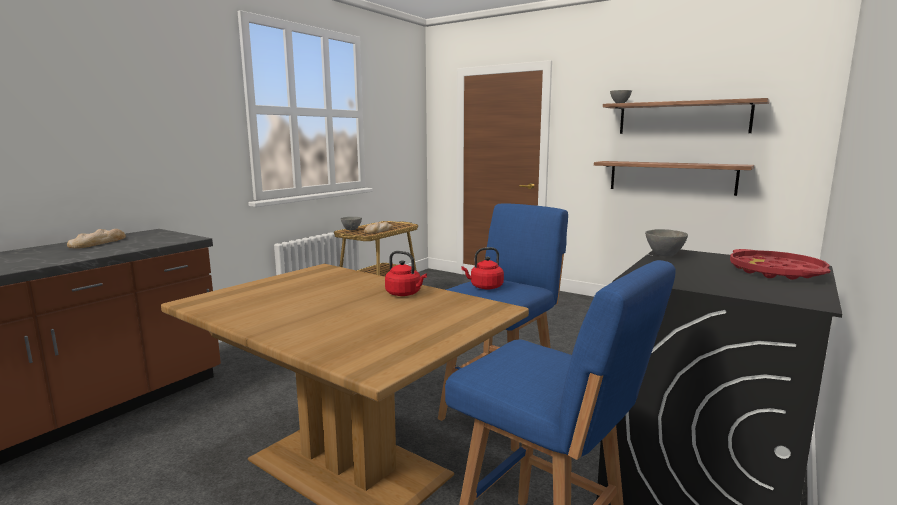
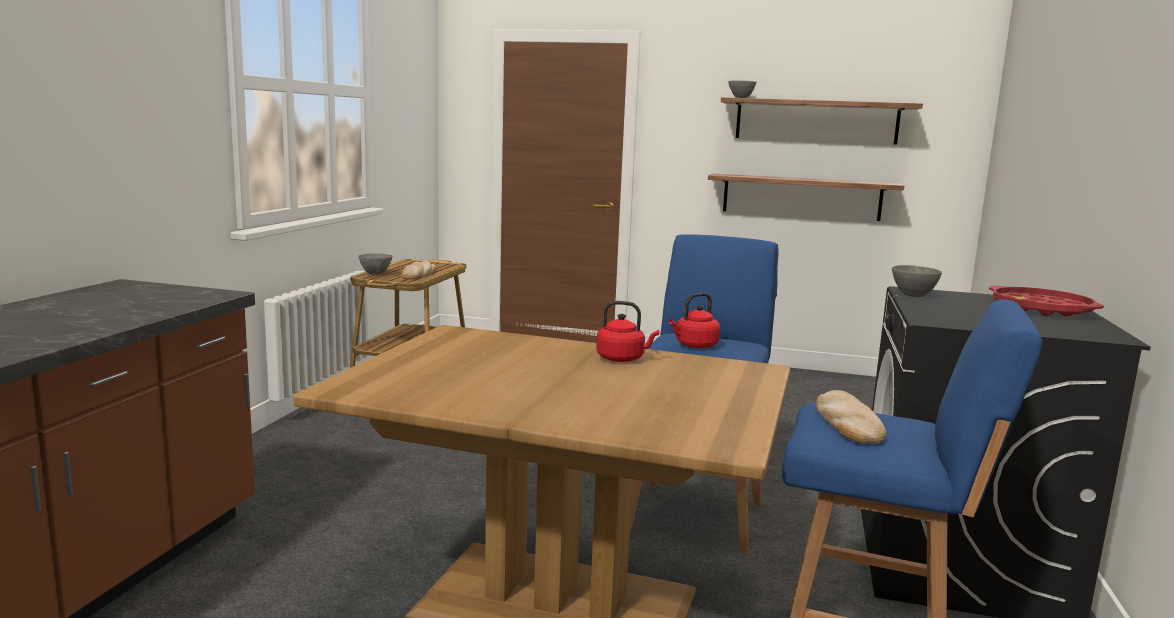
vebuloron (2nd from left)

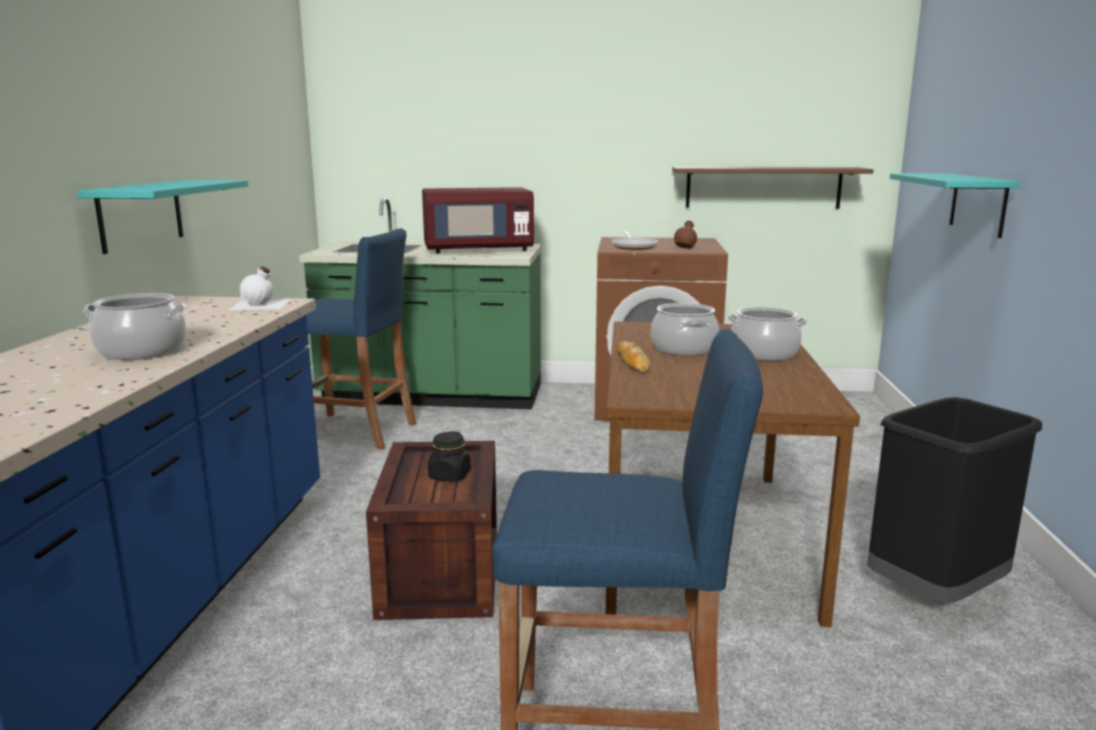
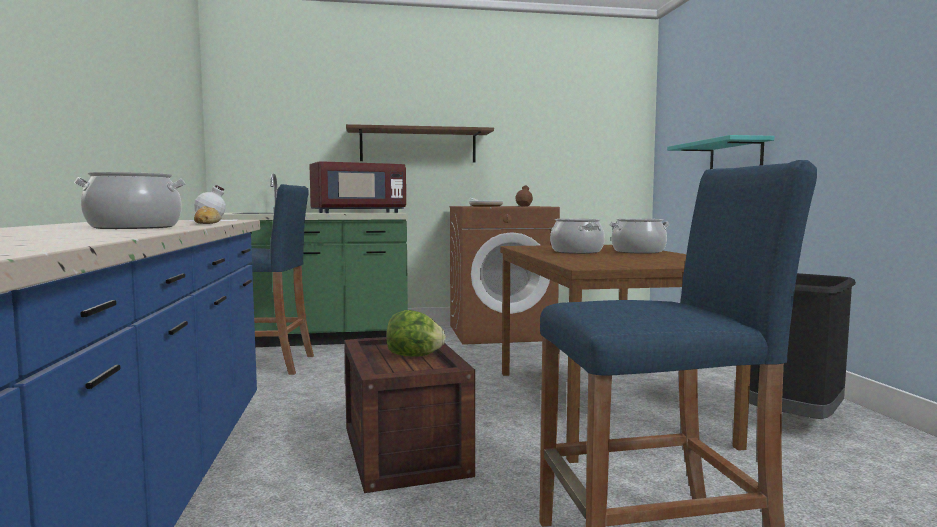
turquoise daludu (1st from left in the first image); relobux; vebuloron; brown daludu

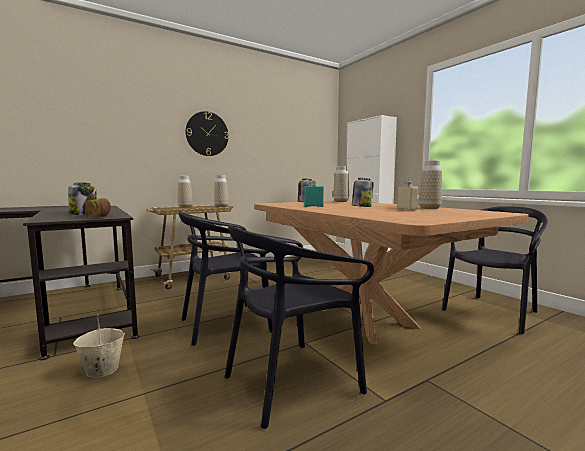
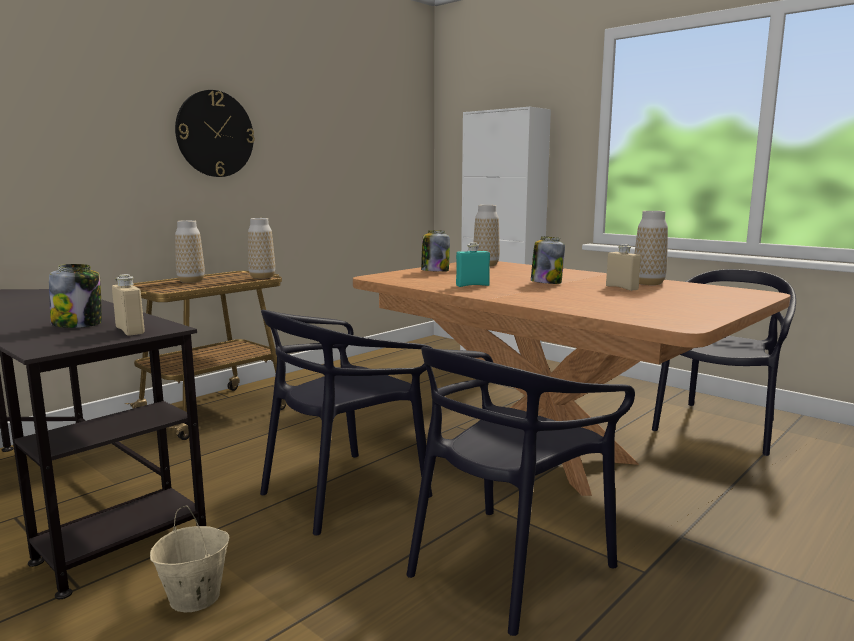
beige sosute (1st from left)

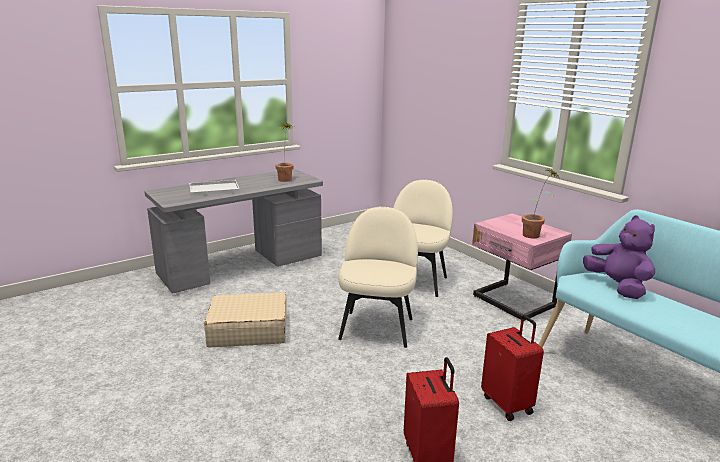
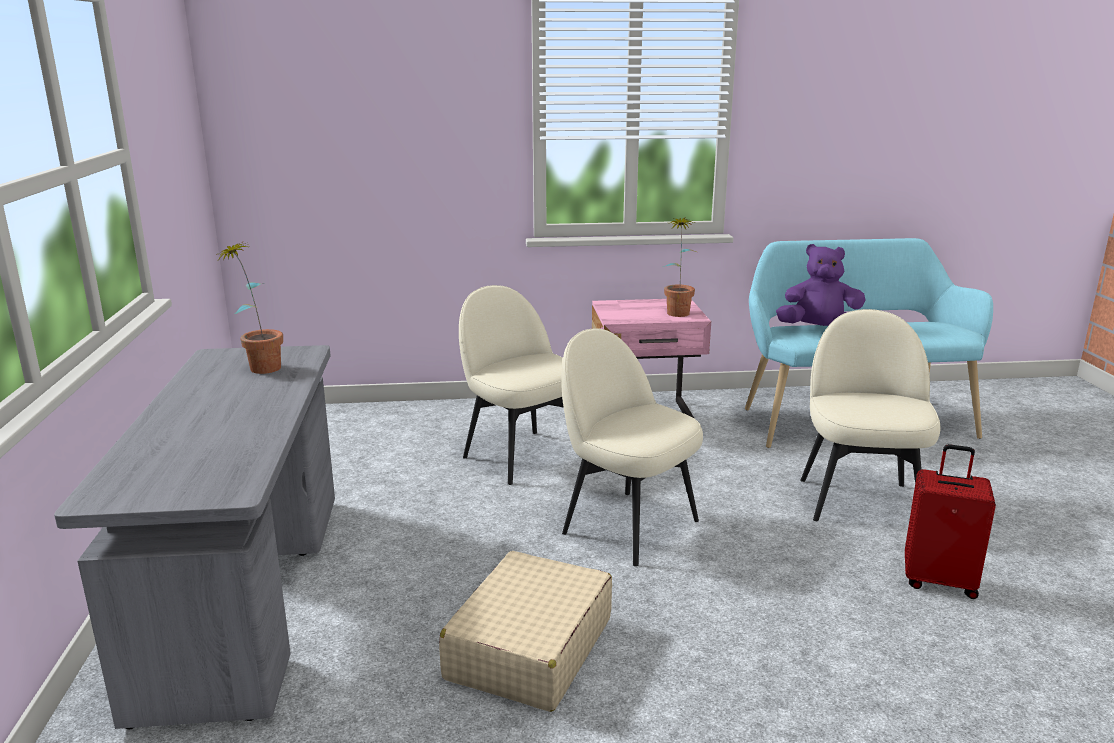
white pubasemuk; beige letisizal (3rd from left)

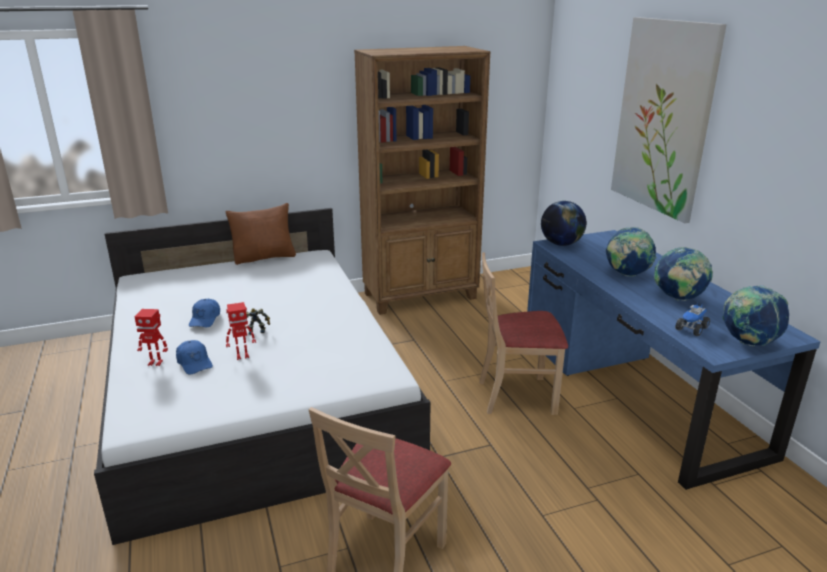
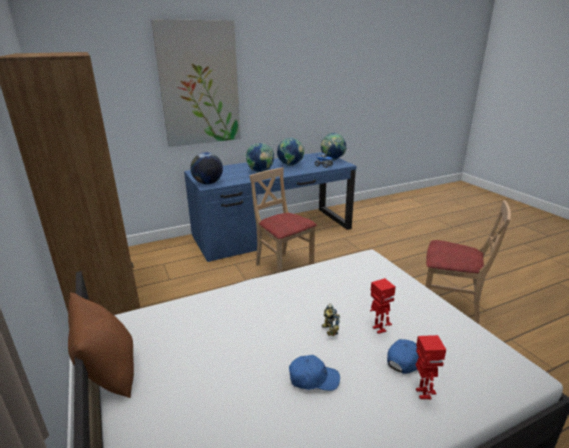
beige letisizal (1st from left)

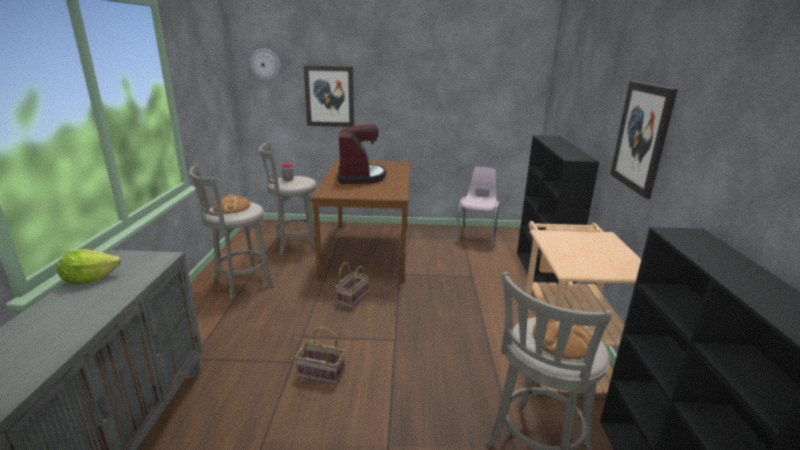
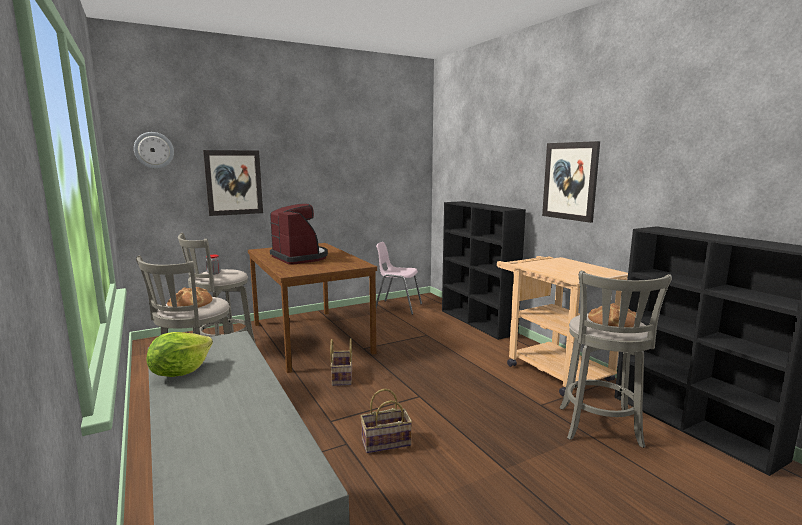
pink letisizal

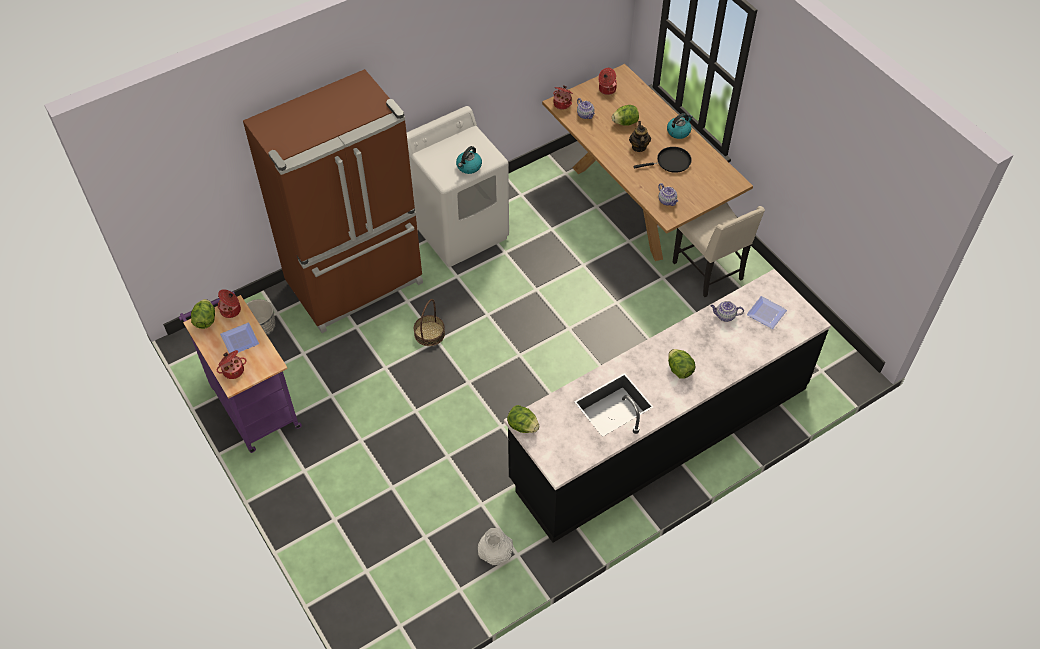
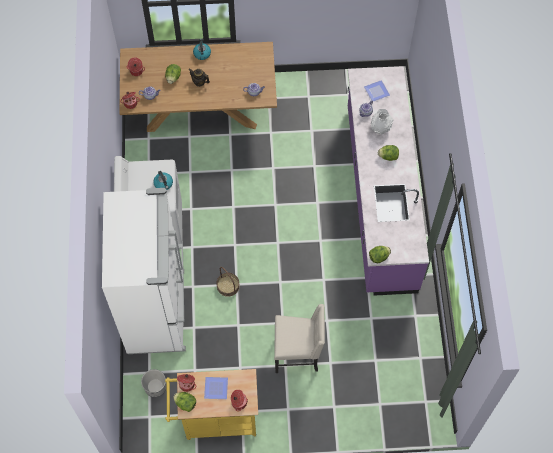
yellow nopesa; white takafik; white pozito; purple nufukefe; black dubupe; beige letisizal

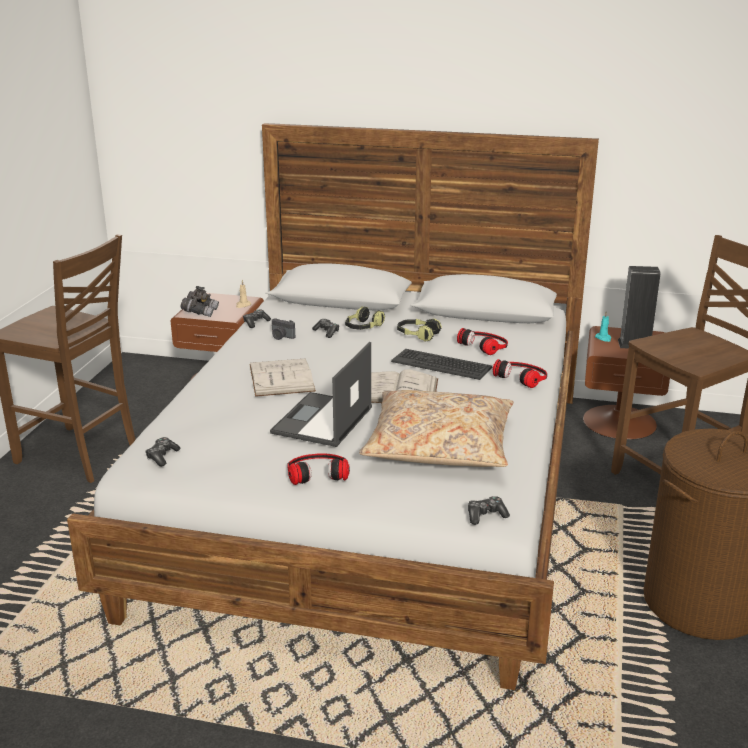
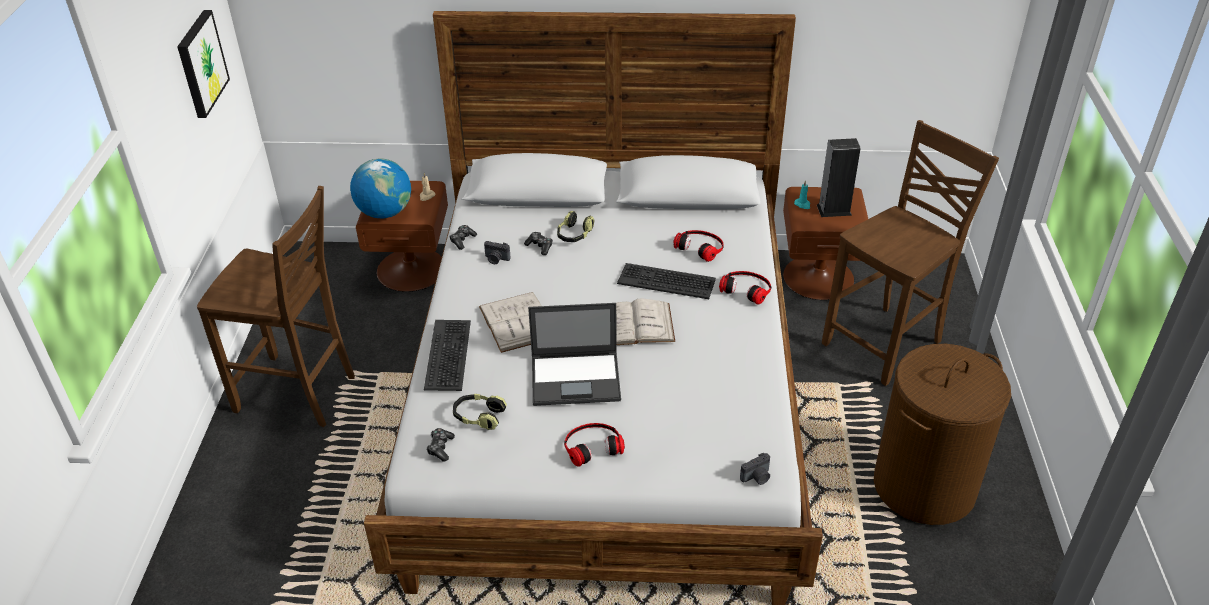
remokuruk; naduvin; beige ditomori; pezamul (1st from left); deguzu (2nd from left); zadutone; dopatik (1st from left)

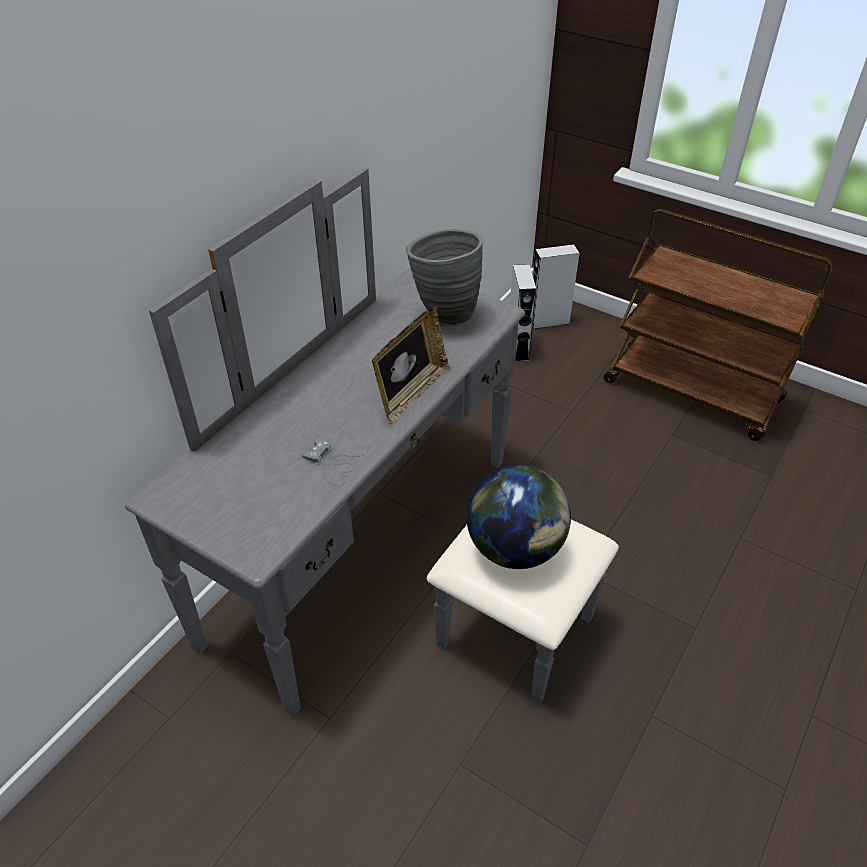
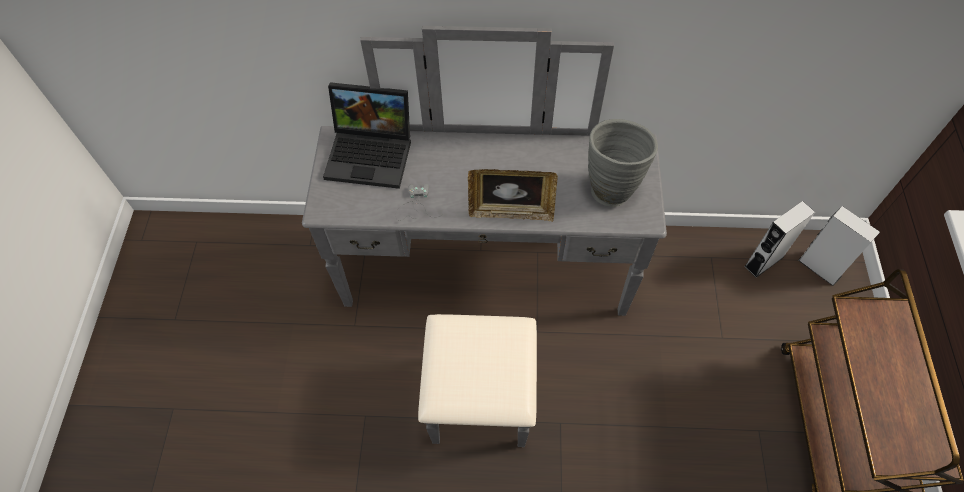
remokuruk; naduvin

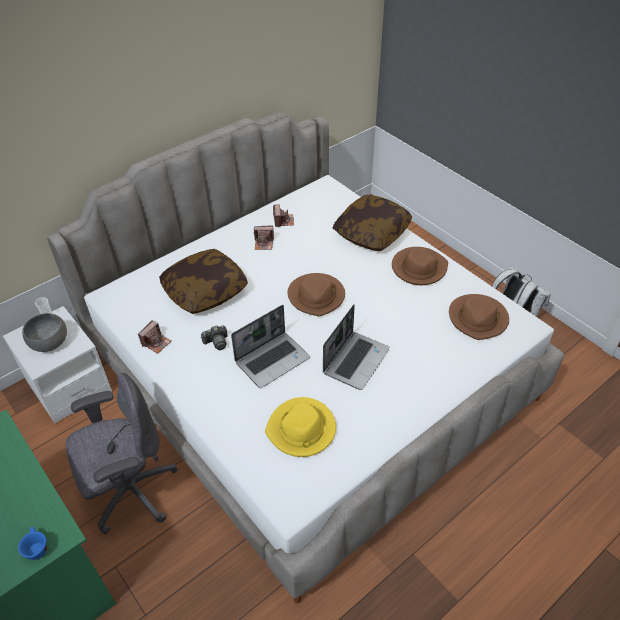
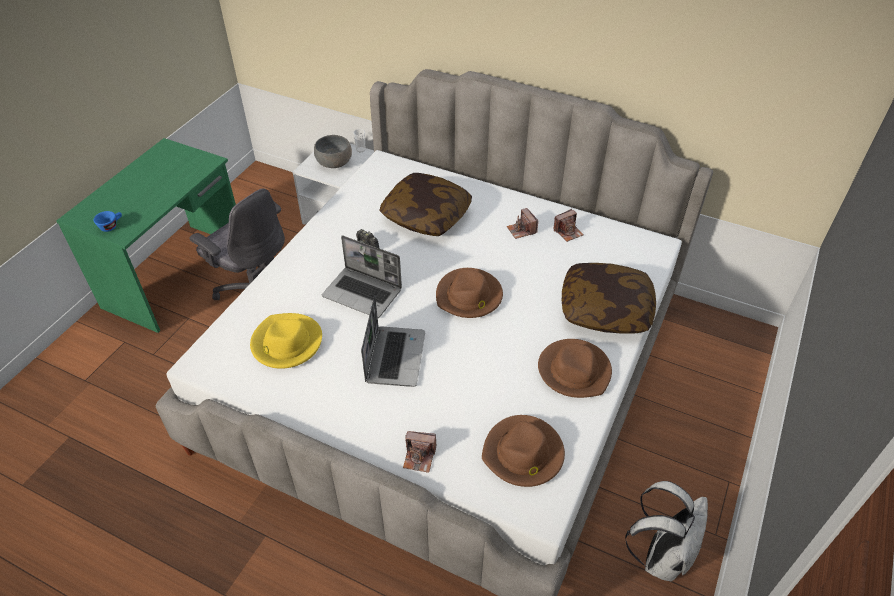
deguzu (2nd from left); naduvin (2nd from left)

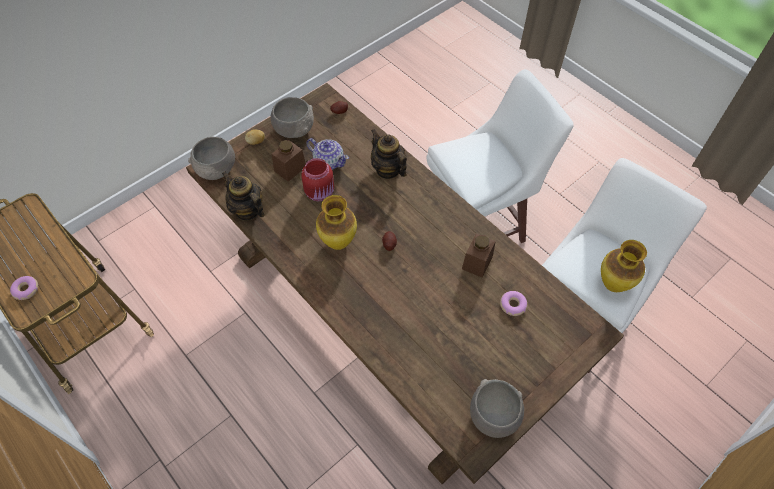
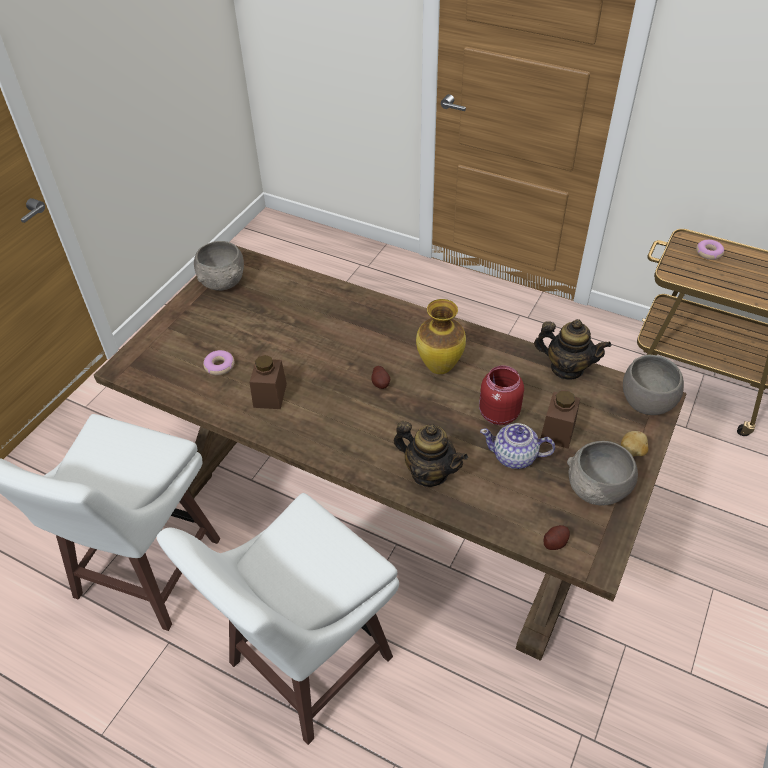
pozito (2nd from left in the first image)

